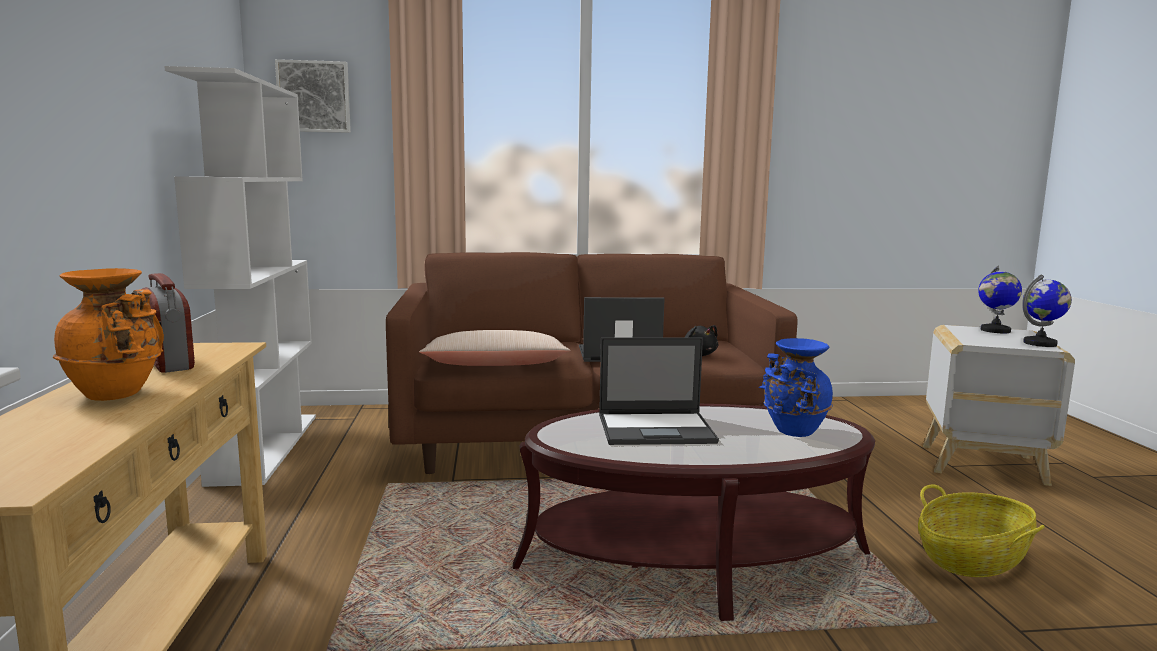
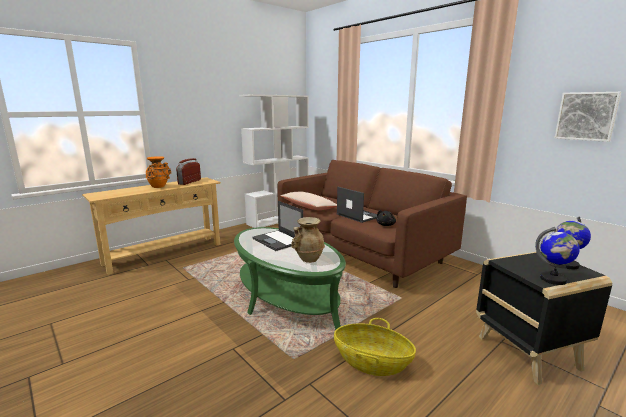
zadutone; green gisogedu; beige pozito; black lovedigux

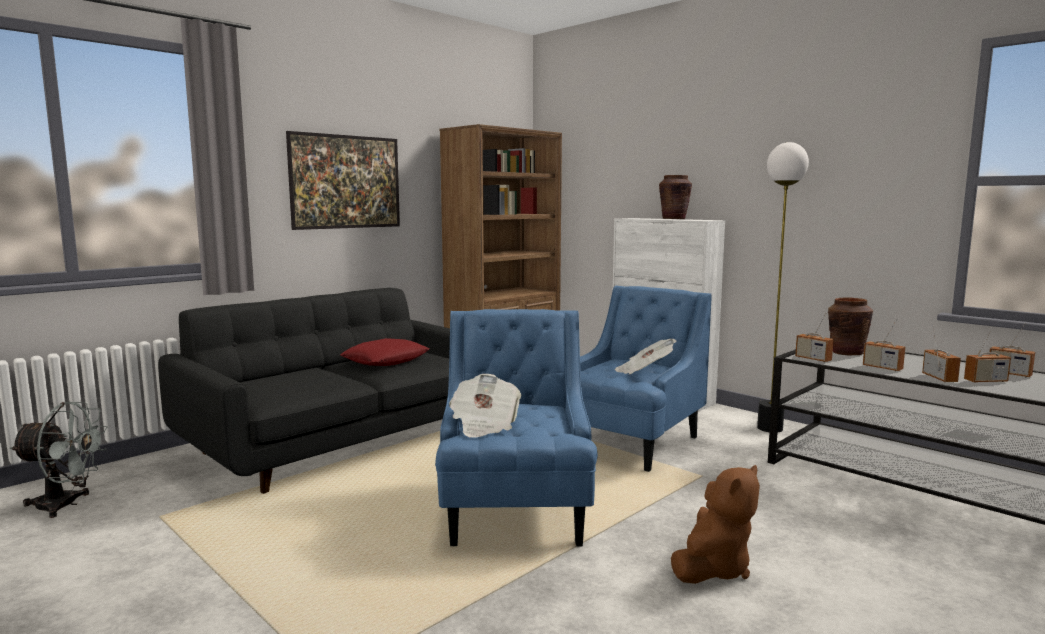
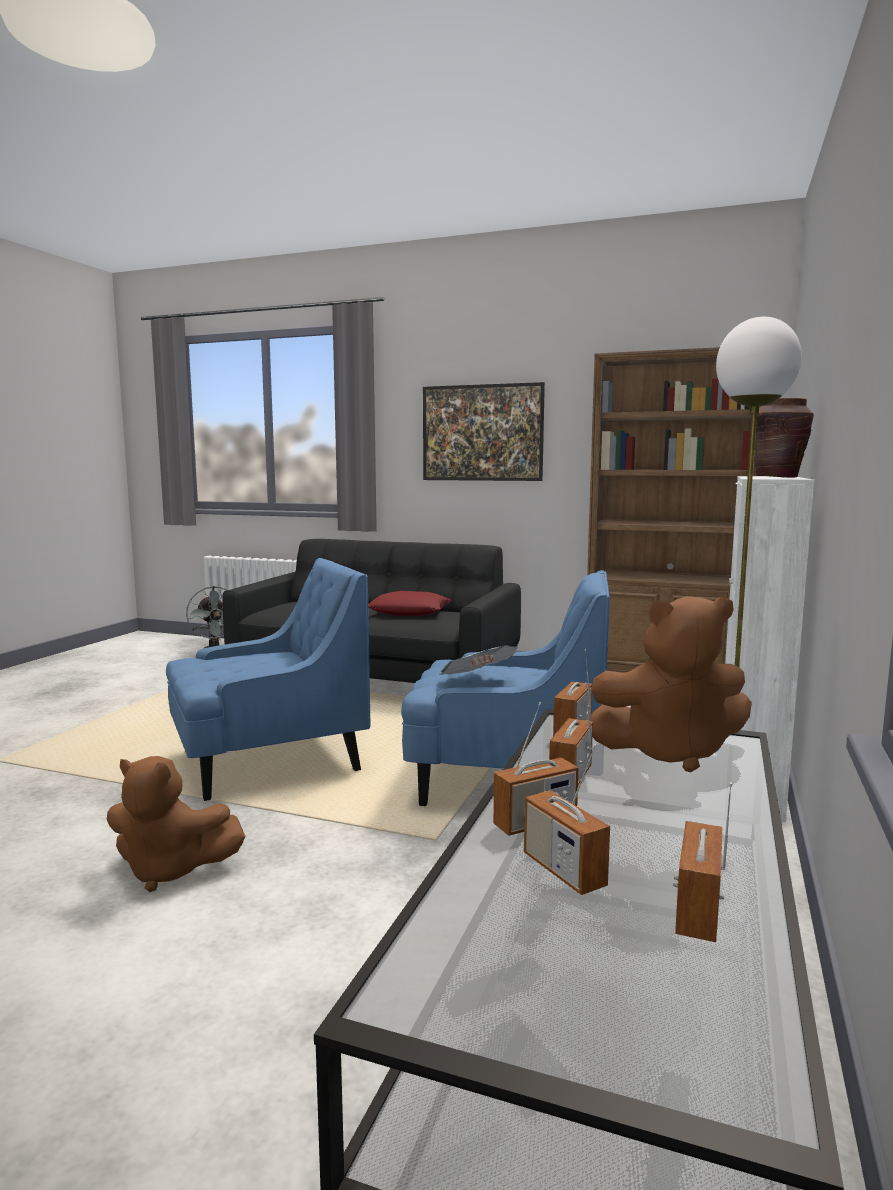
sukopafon (1st from left in the first image); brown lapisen (2nd from left)

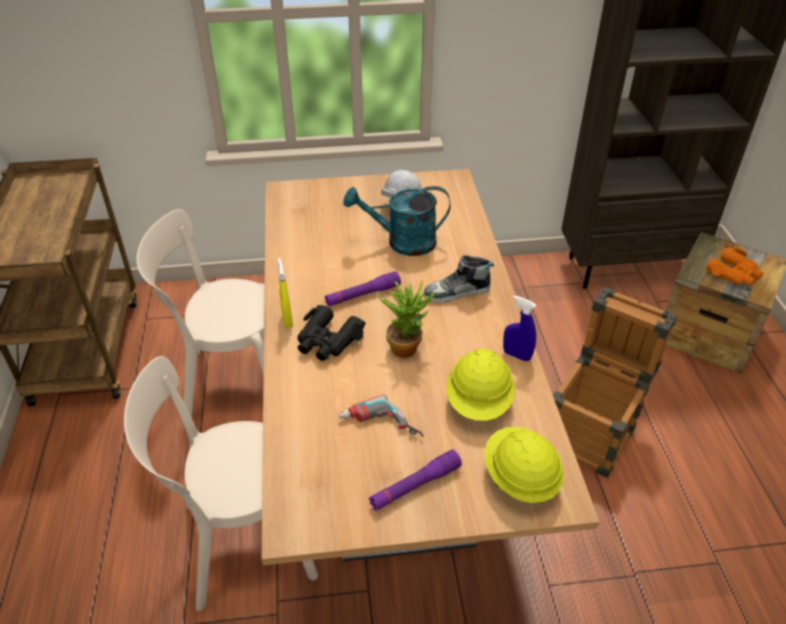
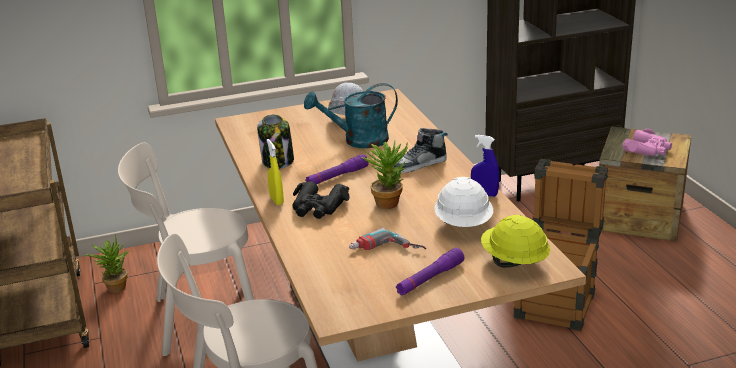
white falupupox (2nd from left); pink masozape; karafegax (1st from left); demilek

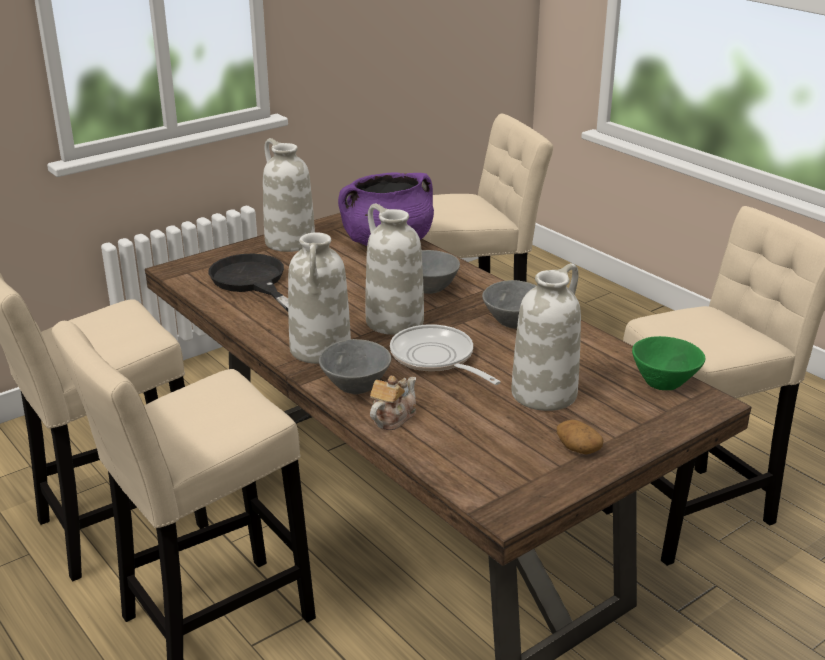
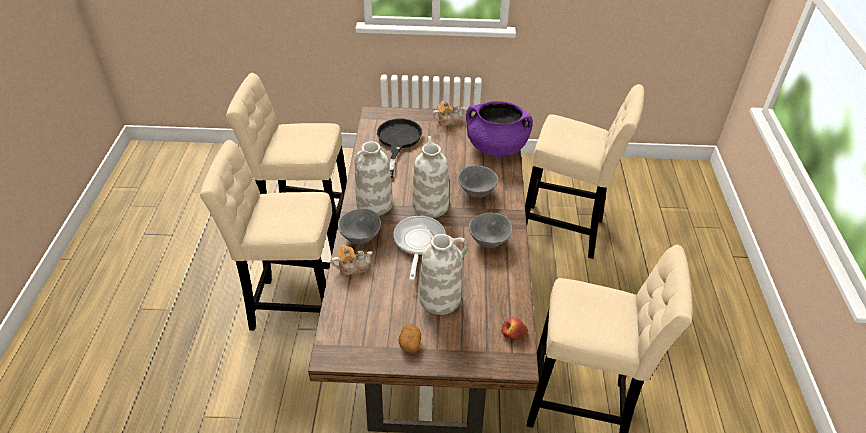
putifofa (2nd from left); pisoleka

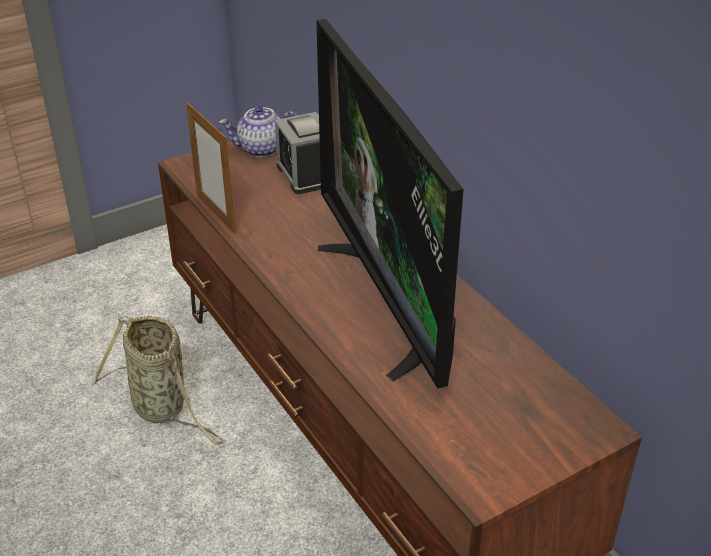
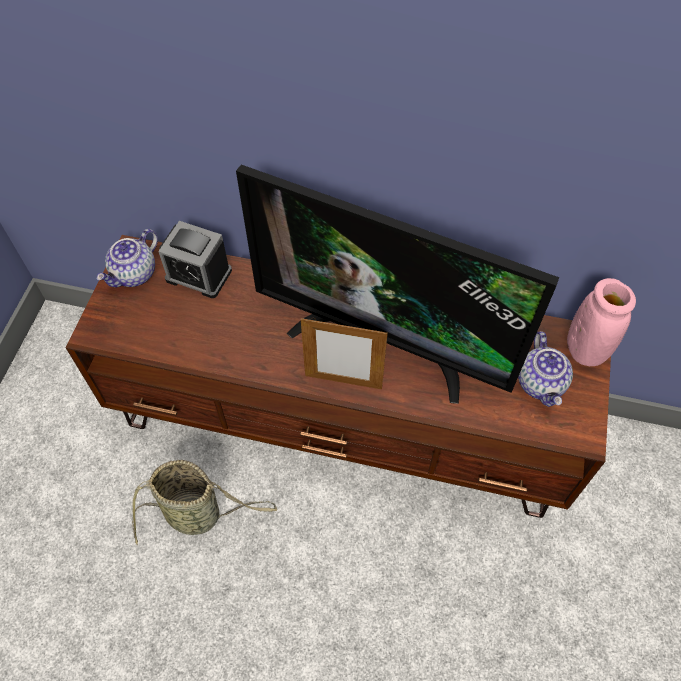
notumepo; putifofa (2nd from left); pink pozito

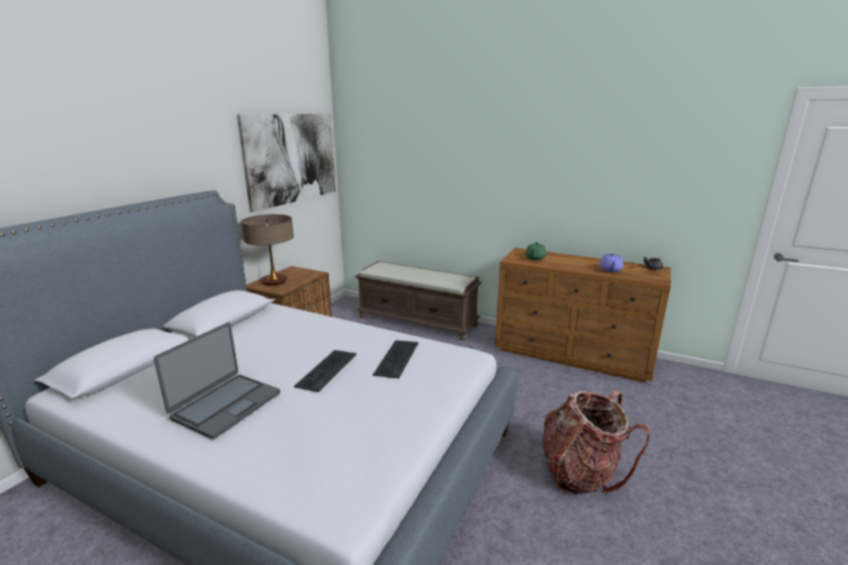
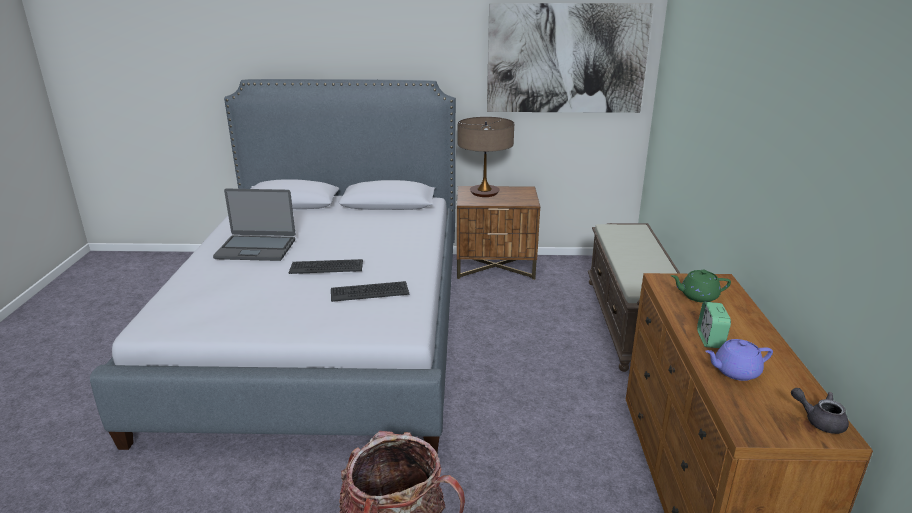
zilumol

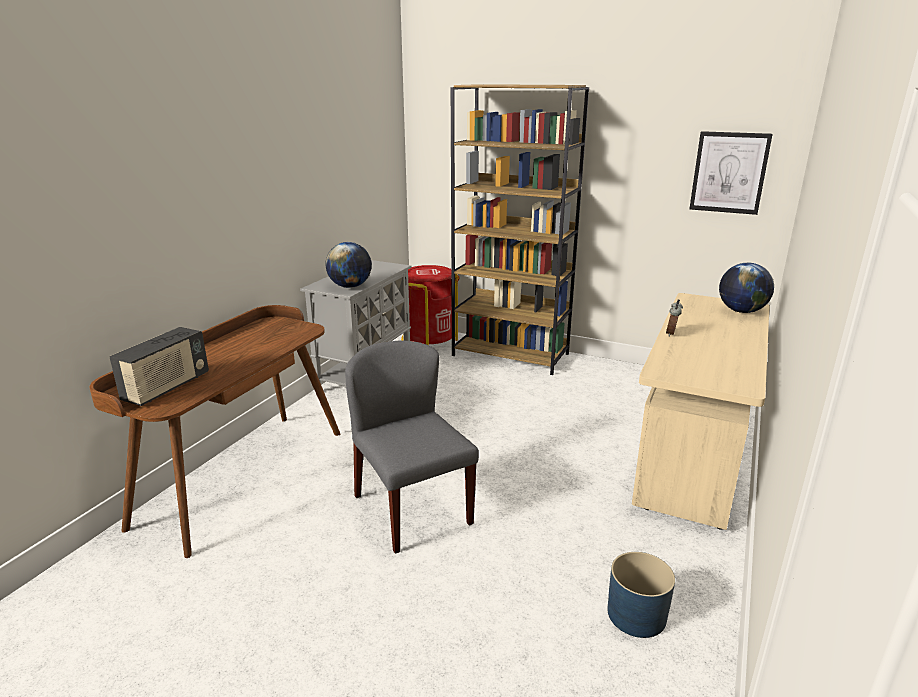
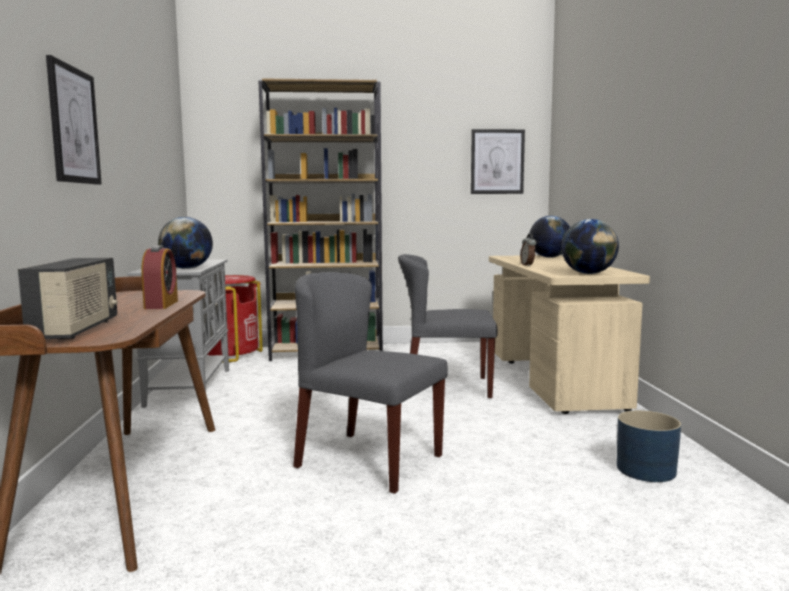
zadutone (1st from left); zilumol (1st from left); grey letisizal (2nd from left); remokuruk (3rd from left)

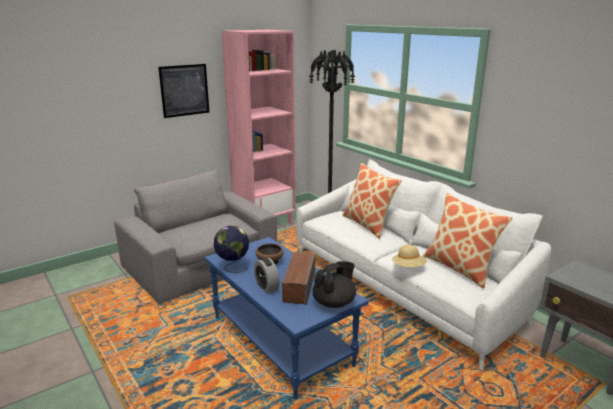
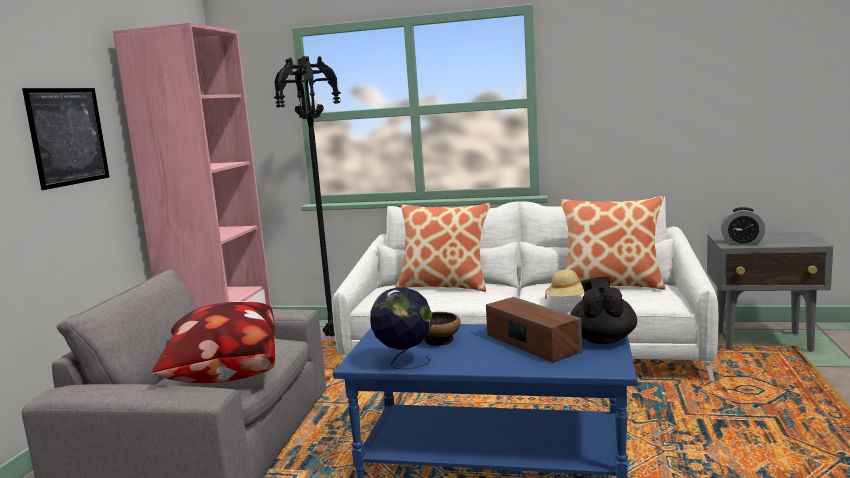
zilumol; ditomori (1st from left)

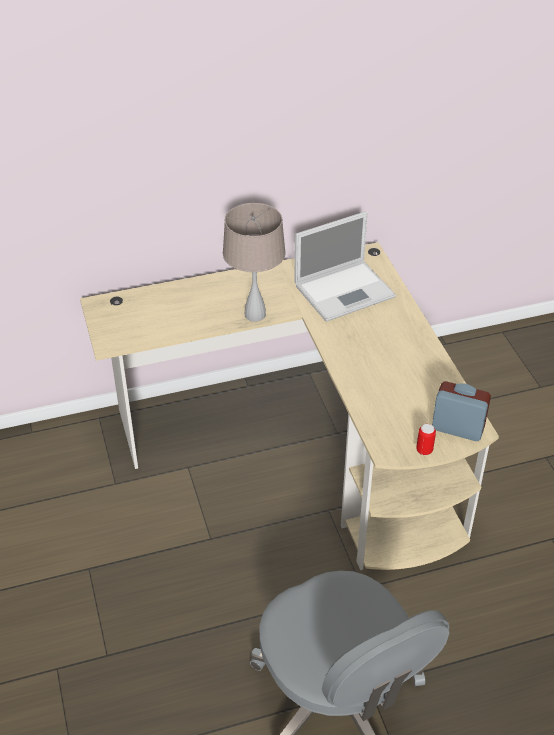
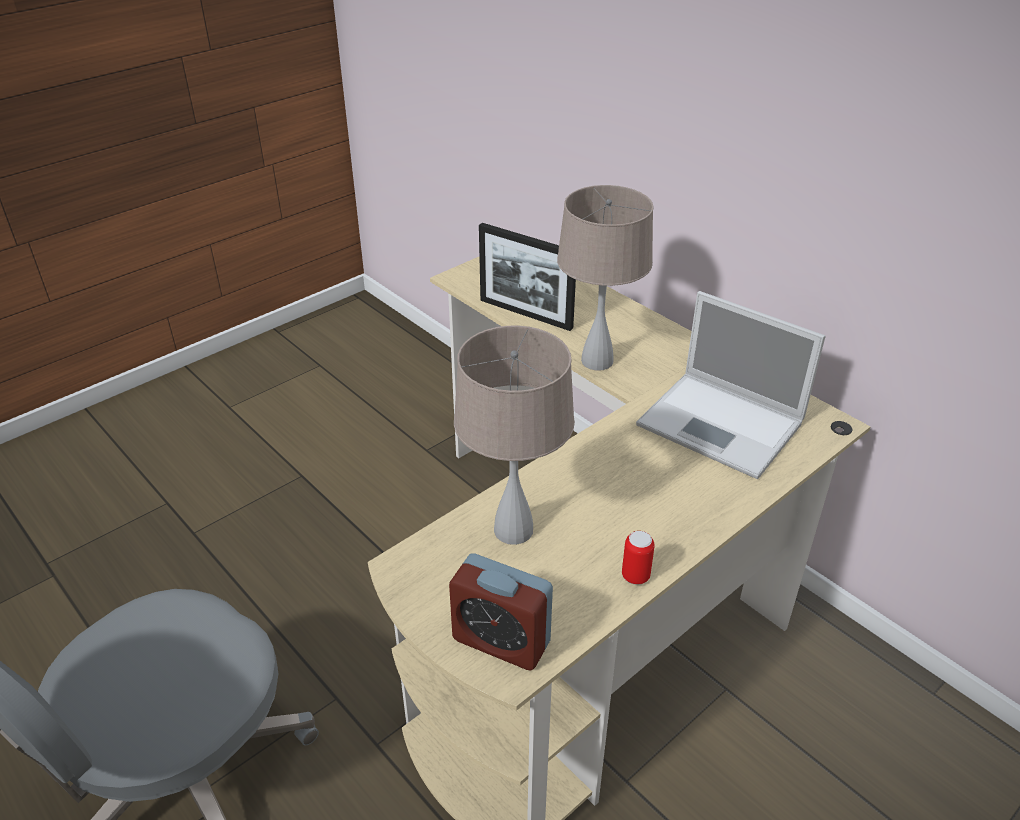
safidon; zilumol; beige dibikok (1st from left); notumepo

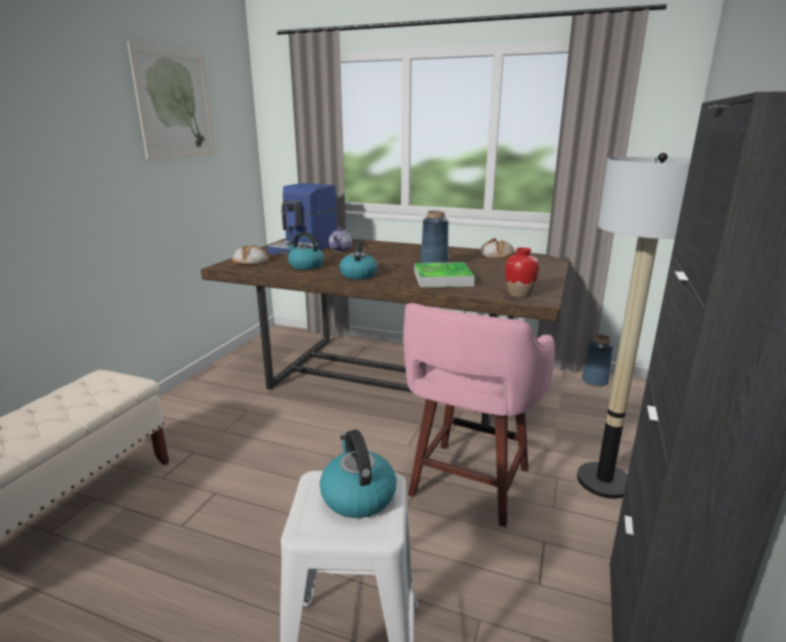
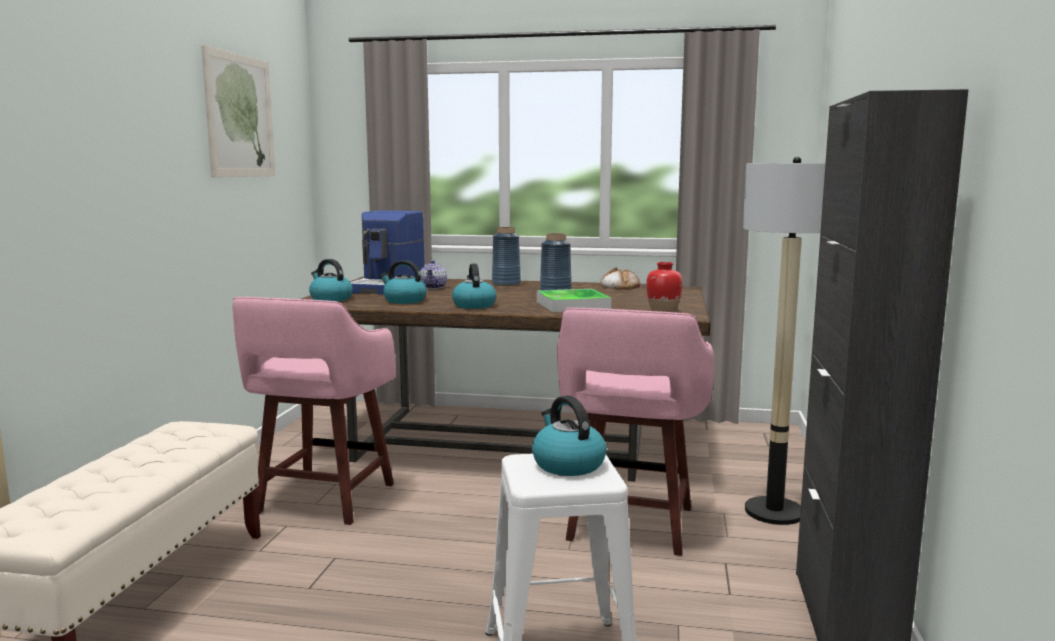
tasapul (1st from left); blue pozito (1st from left); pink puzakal (1st from left)

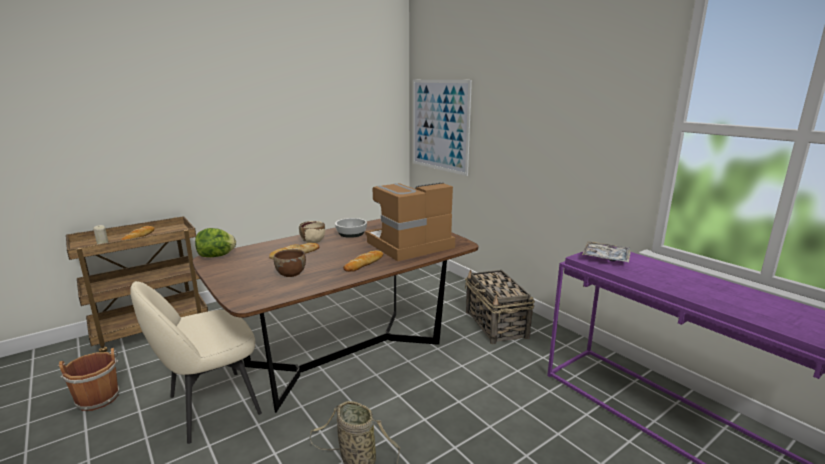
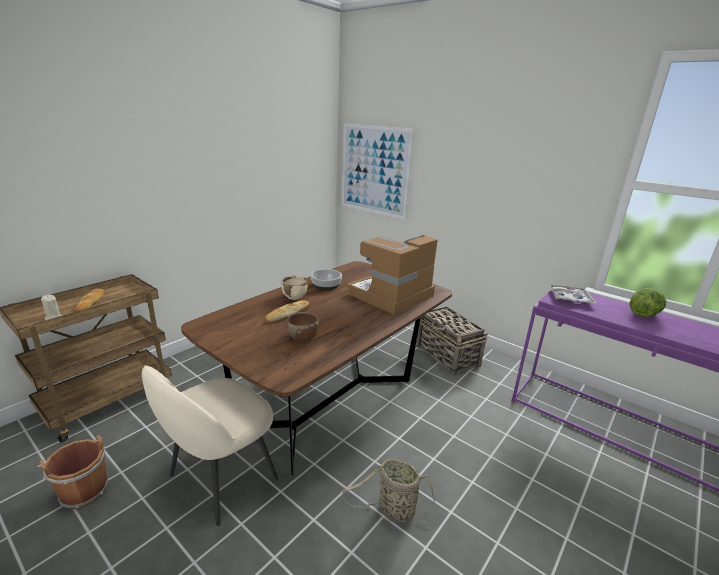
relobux; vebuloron (3rd from left in the first image)

